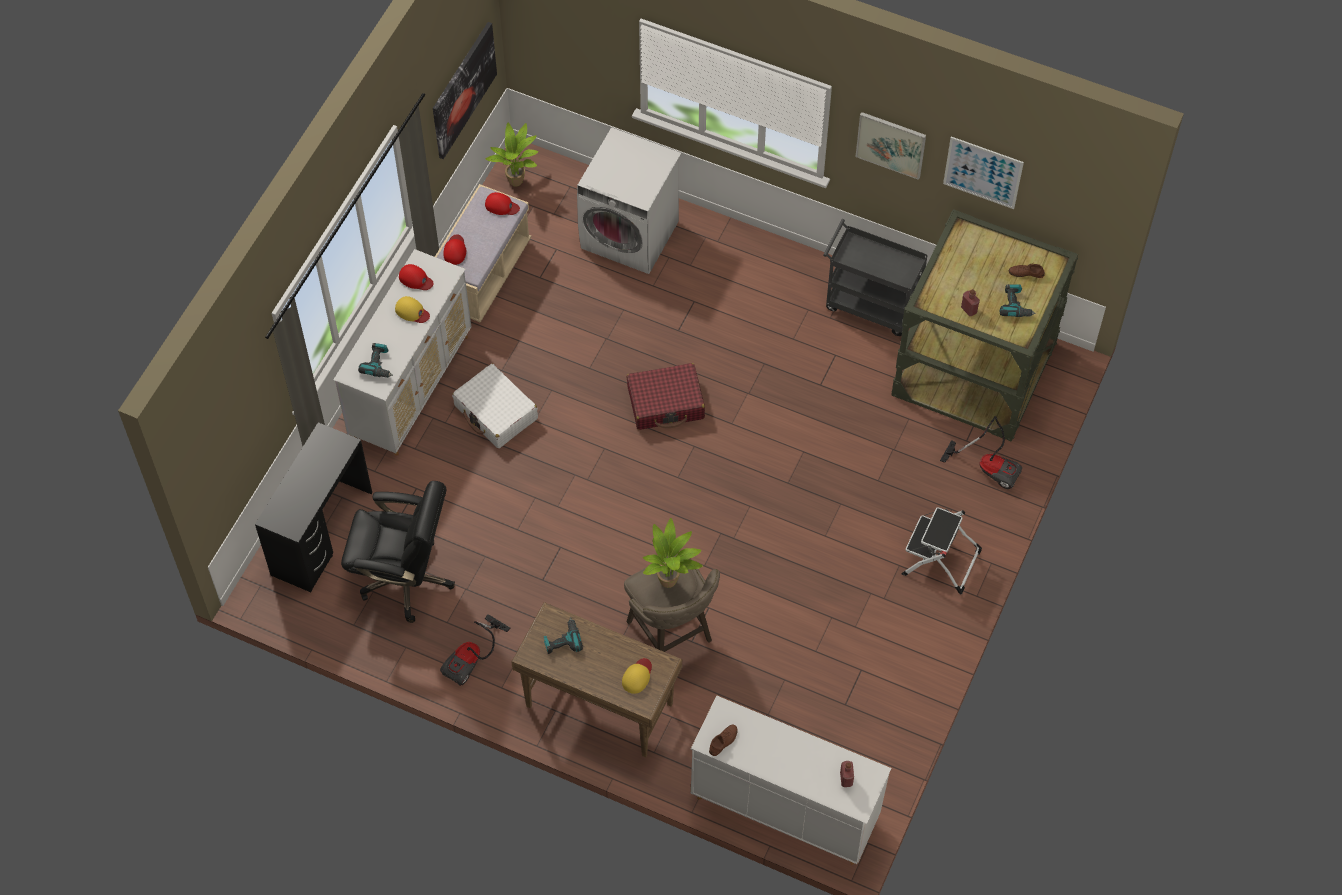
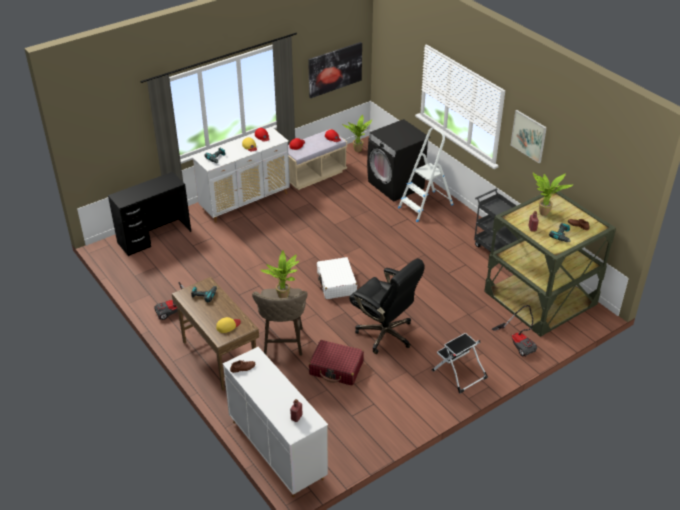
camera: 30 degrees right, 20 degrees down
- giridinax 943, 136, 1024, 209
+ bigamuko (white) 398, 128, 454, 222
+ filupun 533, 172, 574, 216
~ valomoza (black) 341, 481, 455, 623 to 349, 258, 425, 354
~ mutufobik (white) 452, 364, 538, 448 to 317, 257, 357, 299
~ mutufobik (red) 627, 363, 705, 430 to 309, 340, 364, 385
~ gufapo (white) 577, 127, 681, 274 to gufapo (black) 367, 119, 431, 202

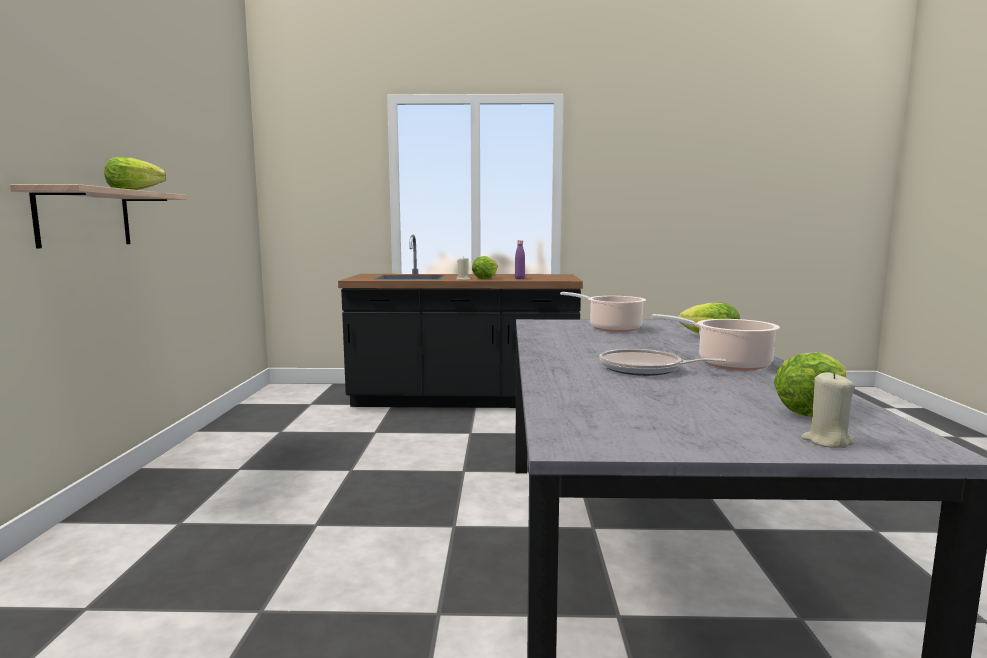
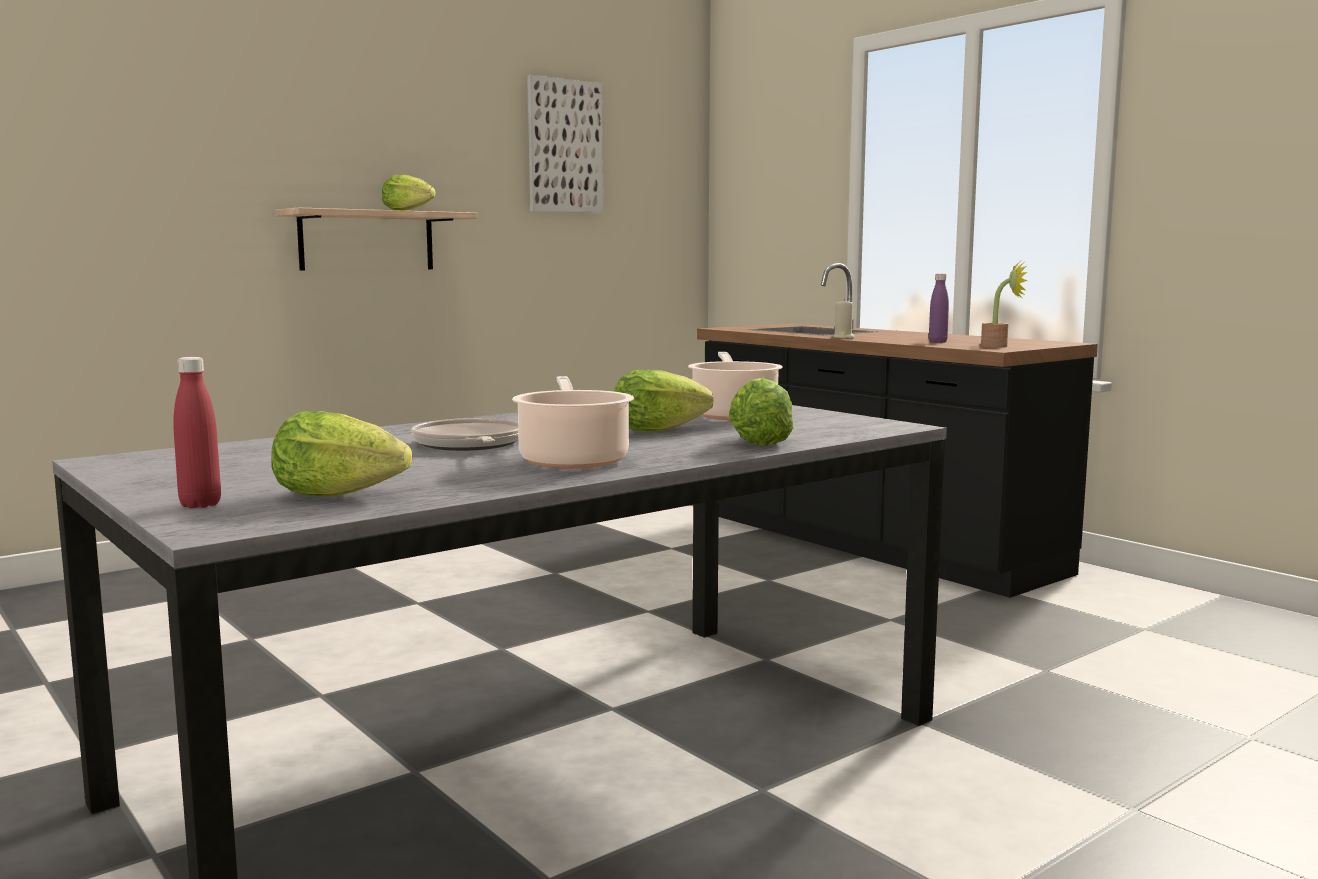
camera: 50 degrees right, 0 degrees up
+ giridinax 527, 75, 603, 213
+ filupun 981, 262, 1027, 347
~ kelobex 472, 256, 498, 279 to 614, 369, 714, 431
~ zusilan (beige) 801, 372, 855, 448 to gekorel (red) 173, 357, 221, 508

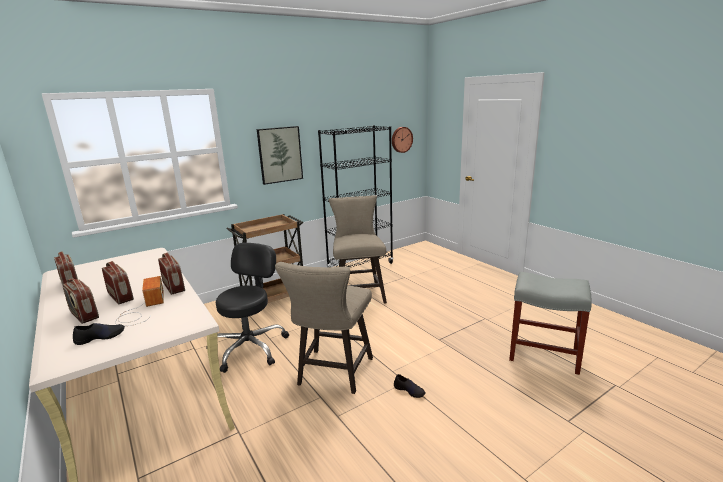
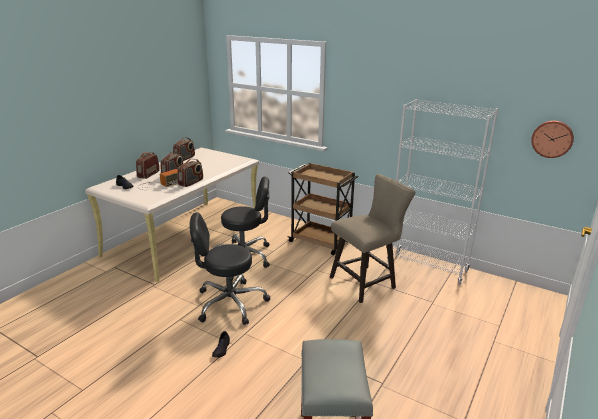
camera: 65 degrees right, 5 degrees up
- giridinax 257, 126, 303, 185
~ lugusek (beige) 275, 262, 373, 394 to valomoza (black) 189, 212, 270, 325
~ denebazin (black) 318, 125, 393, 268 to denebazin (white) 387, 99, 498, 285

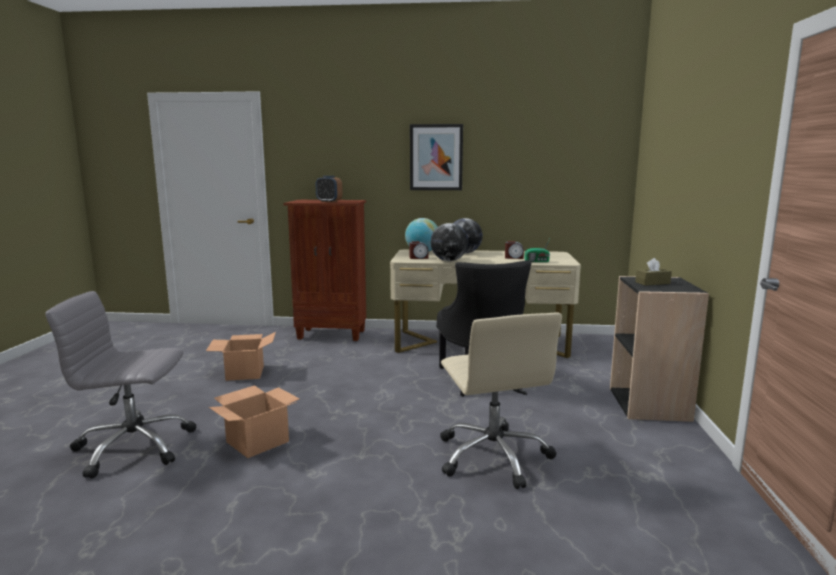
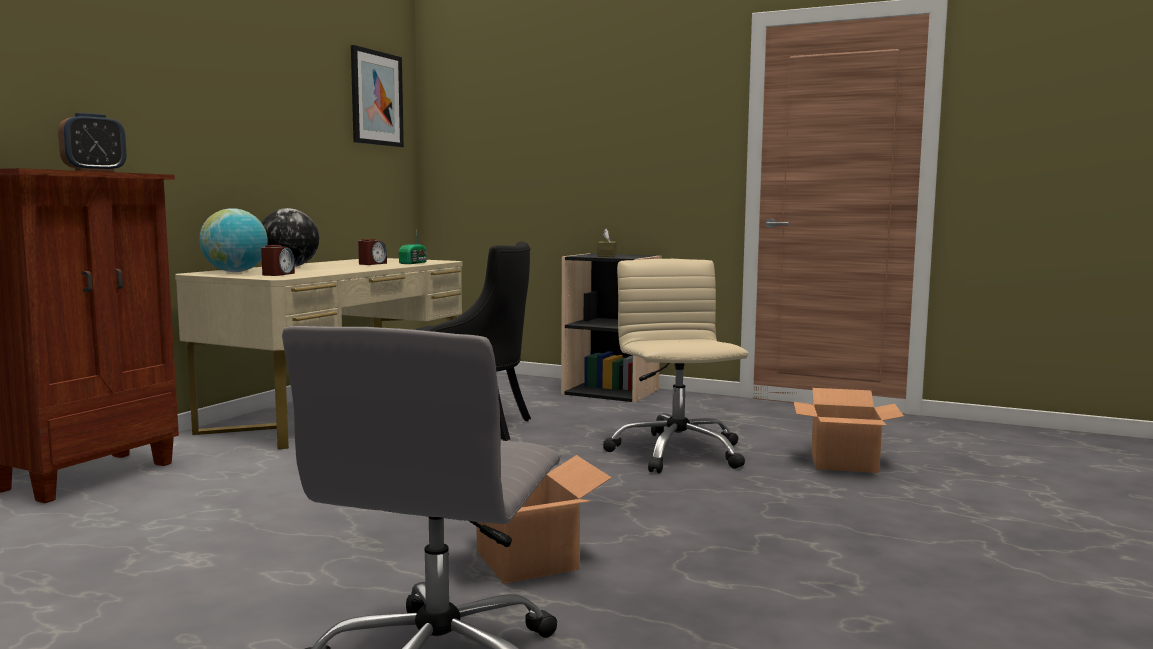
camera: 70 degrees left, 5 degrees down
- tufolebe 431, 223, 468, 261
~ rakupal 206, 332, 276, 381 to 794, 388, 904, 473
~ giridinax 410, 124, 463, 190 to 351, 45, 404, 147
~ valomoza (beige) 440, 313, 562, 489 = 603, 259, 748, 473 105 degrees counterclockwise

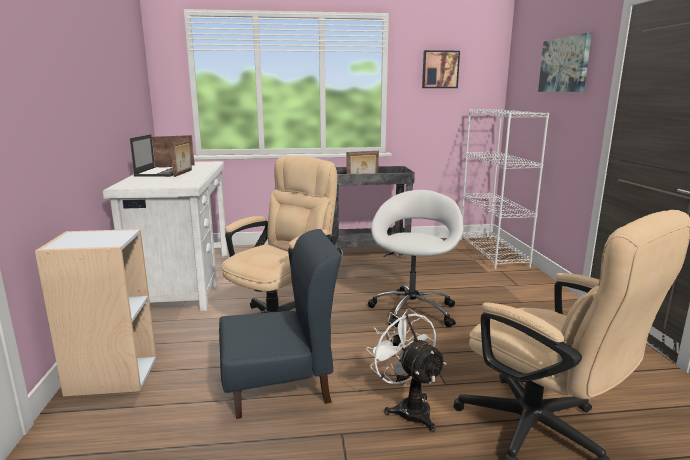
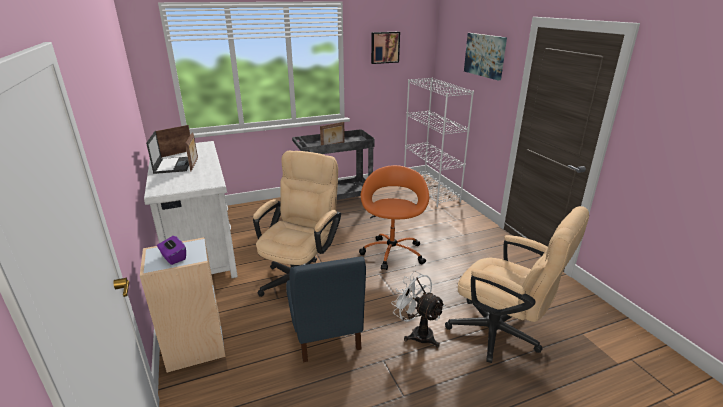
camera: 15 degrees left, 10 degrees up
+ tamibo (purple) 157, 236, 186, 265
~ valomoza (white) 368, 190, 464, 327 to valomoza (orange) 359, 165, 429, 270
~ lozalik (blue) 219, 229, 341, 419 = 286, 256, 366, 363 105 degrees clockwise

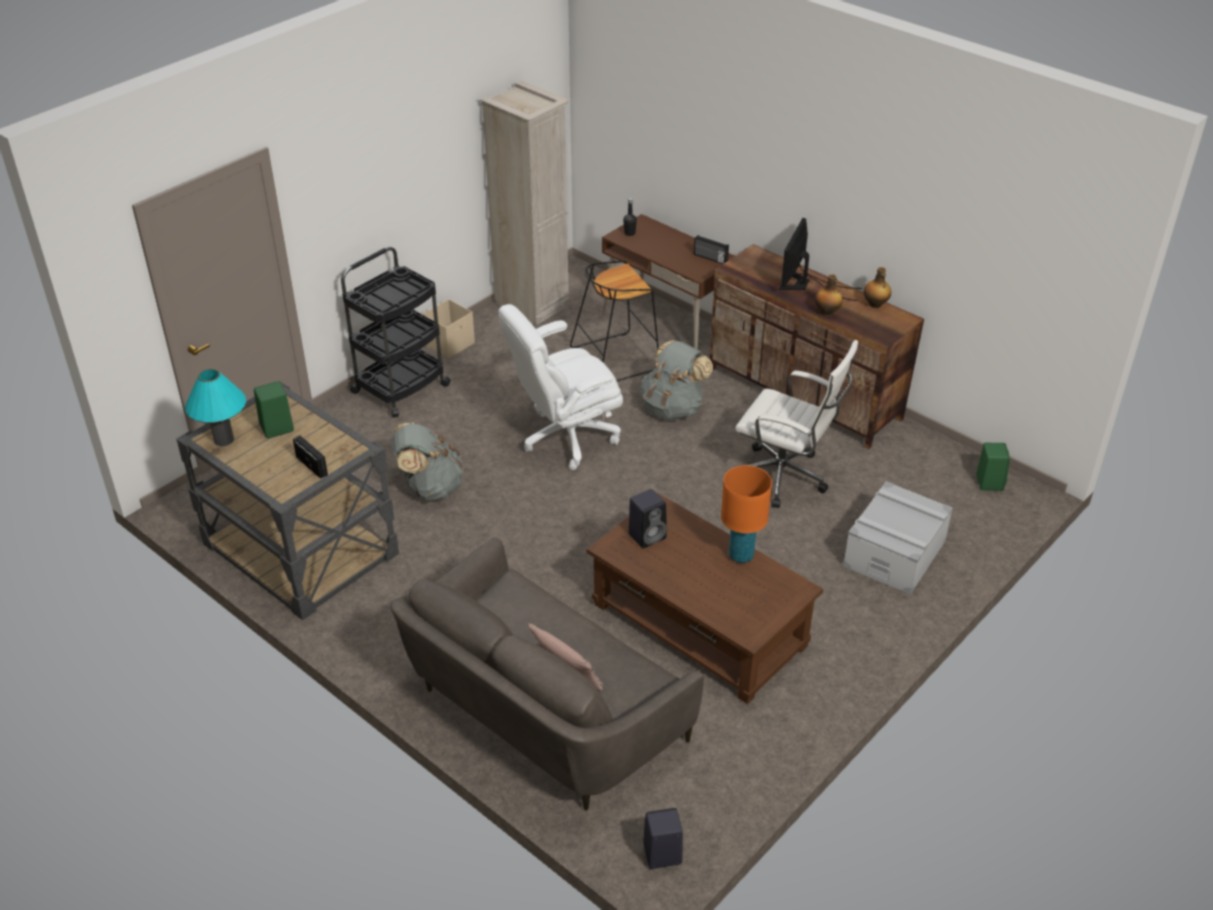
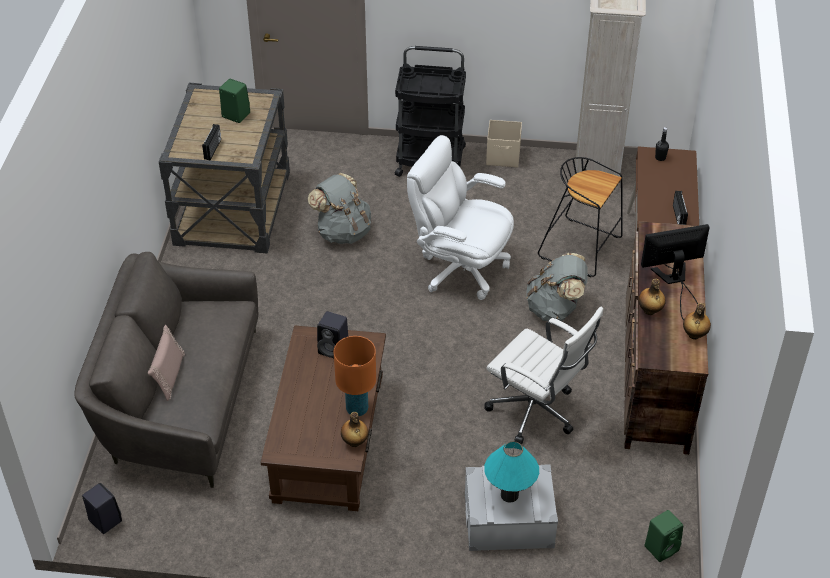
camera: 55 degrees right, 5 degrees up
+ gekorel 341, 412, 368, 447
~ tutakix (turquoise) 185, 369, 246, 446 to 484, 441, 539, 503
~ valomoza (white) 735, 340, 858, 508 = 485, 307, 603, 444 45 degrees counterclockwise

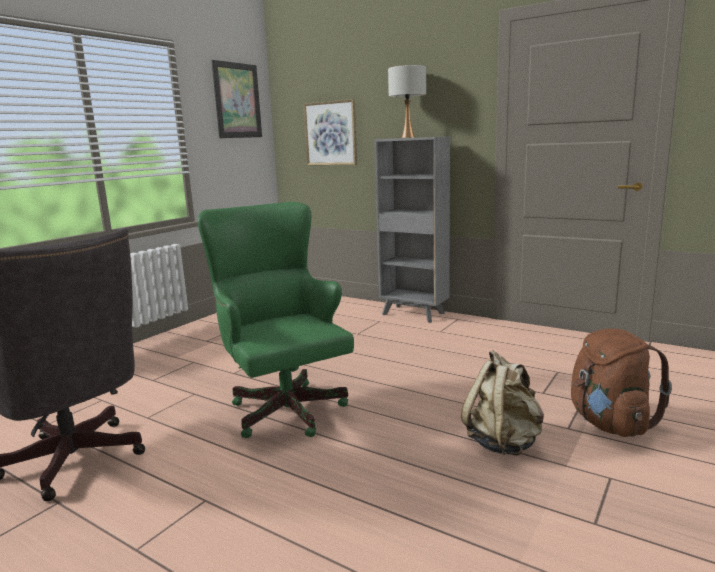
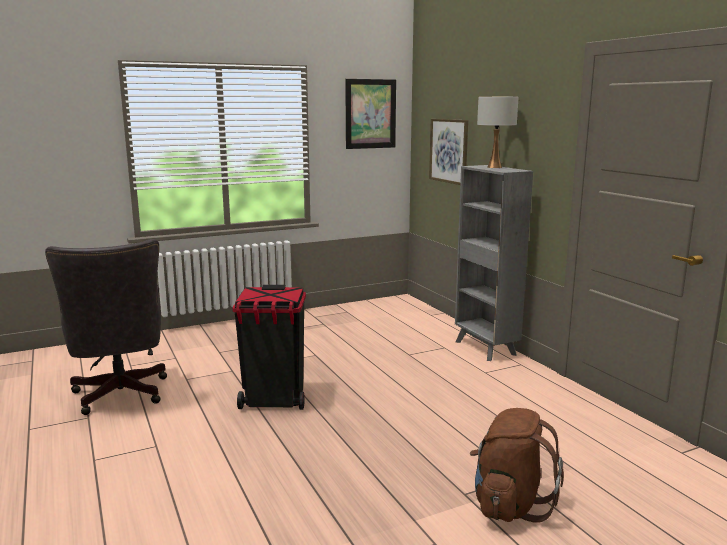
camera: 30 degrees right, 0 degrees up
- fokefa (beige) 461, 350, 544, 456
~ valomoza (green) 197, 202, 354, 438 to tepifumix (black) 232, 285, 306, 410

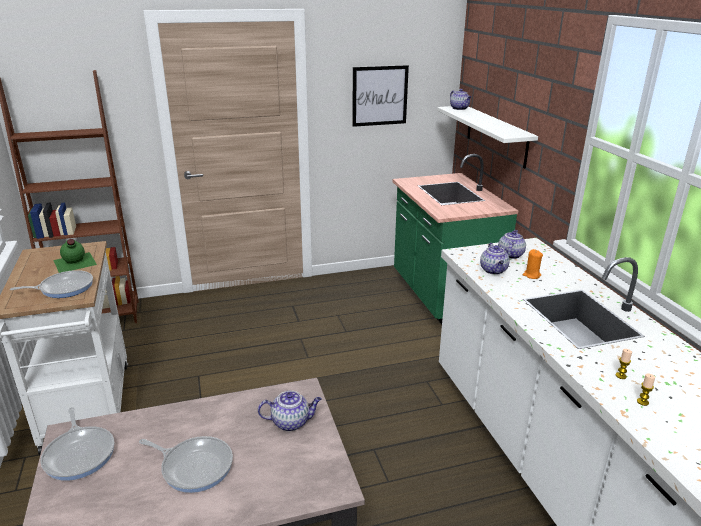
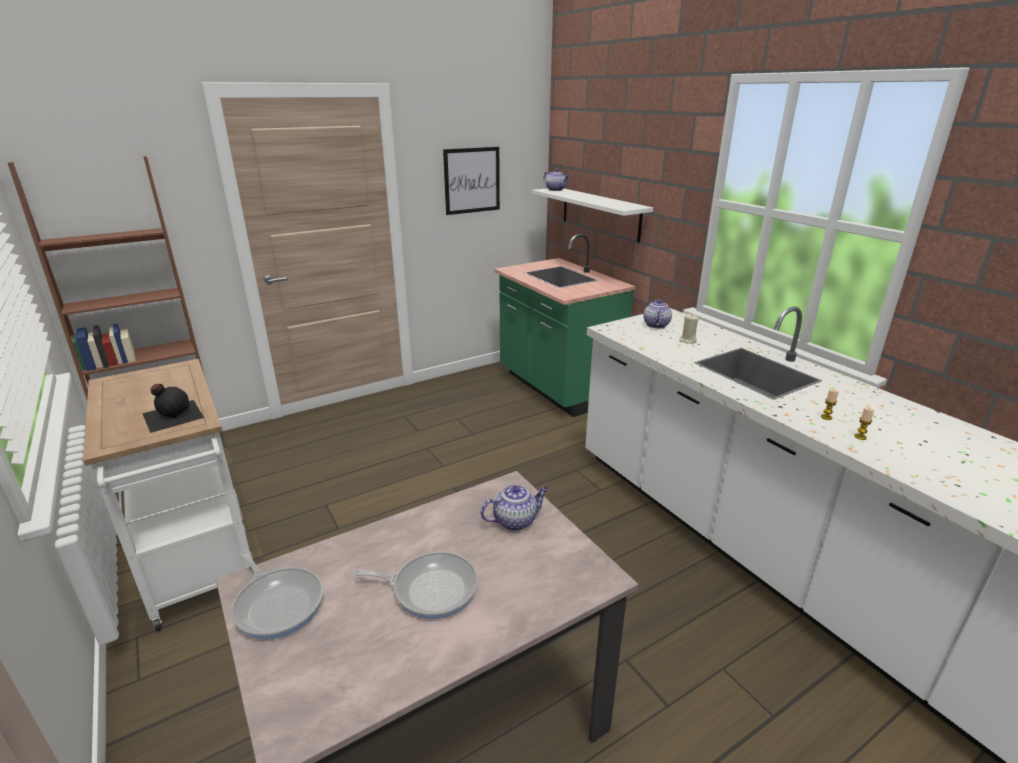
camera: 15 degrees left, 0 degrees up
- gekorel (green) 53, 239, 97, 273
- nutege 480, 243, 510, 275
~ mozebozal 10, 270, 93, 298 to gekorel (black) 142, 384, 204, 433
~ zusilan (orange) 523, 249, 543, 279 to zusilan (beige) 679, 314, 699, 344

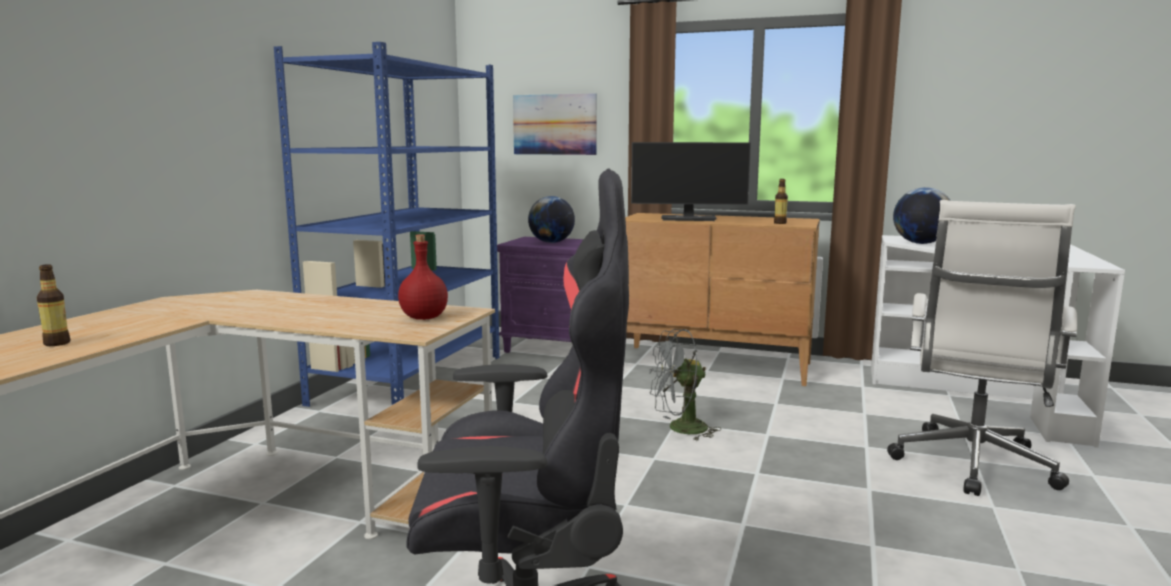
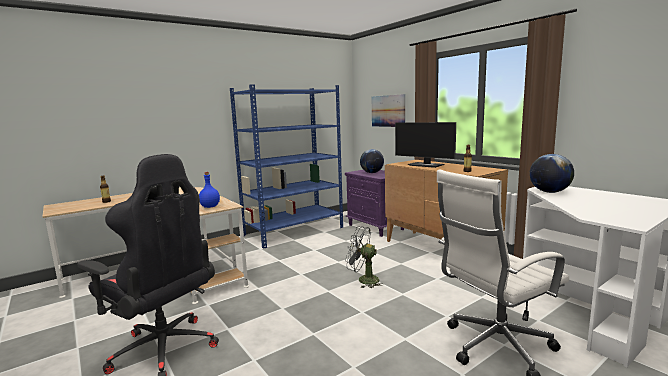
camera: 35 degrees right, 0 degrees up
~ gekorel (red) 398, 234, 448, 320 to gekorel (blue) 199, 172, 220, 208

